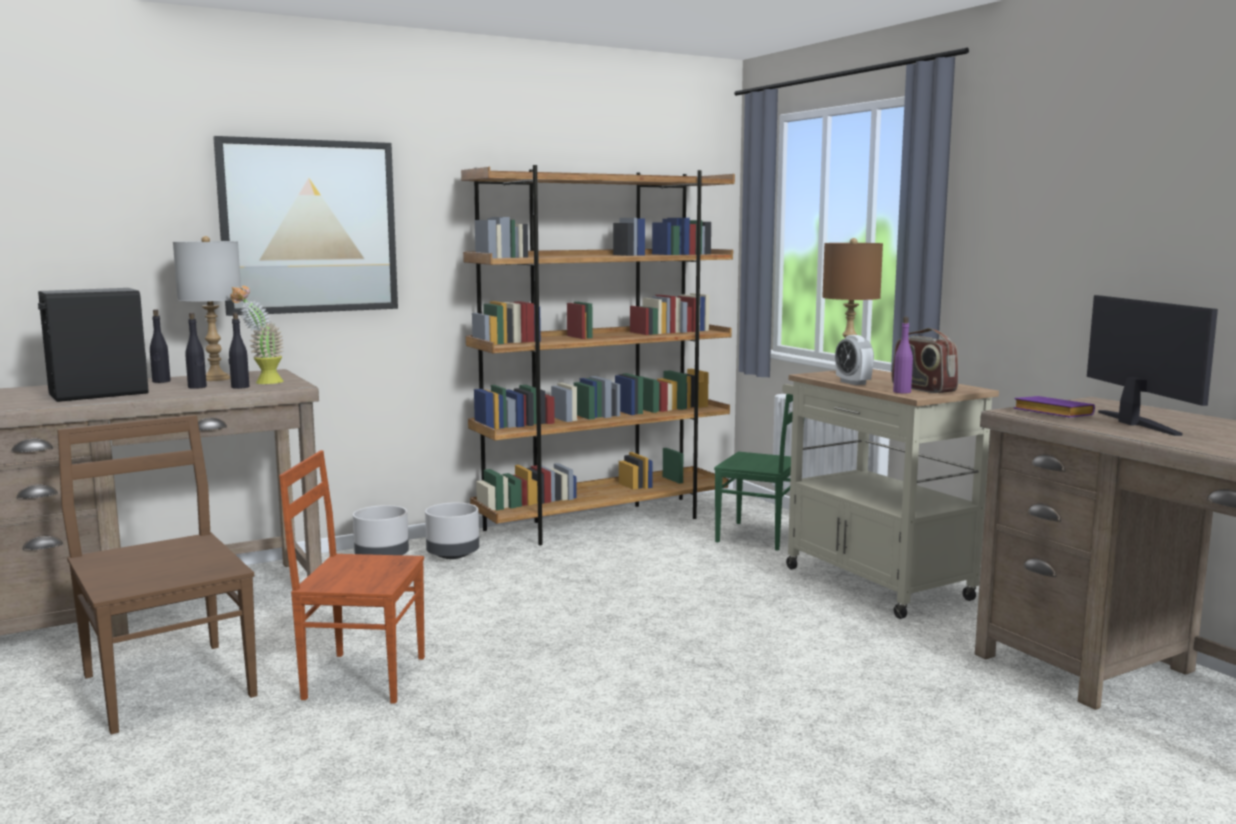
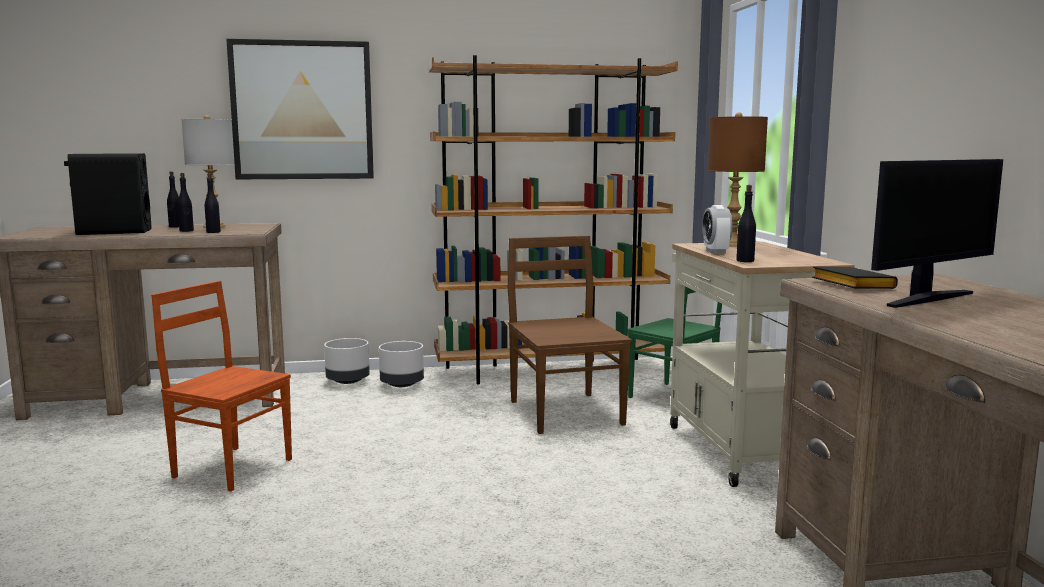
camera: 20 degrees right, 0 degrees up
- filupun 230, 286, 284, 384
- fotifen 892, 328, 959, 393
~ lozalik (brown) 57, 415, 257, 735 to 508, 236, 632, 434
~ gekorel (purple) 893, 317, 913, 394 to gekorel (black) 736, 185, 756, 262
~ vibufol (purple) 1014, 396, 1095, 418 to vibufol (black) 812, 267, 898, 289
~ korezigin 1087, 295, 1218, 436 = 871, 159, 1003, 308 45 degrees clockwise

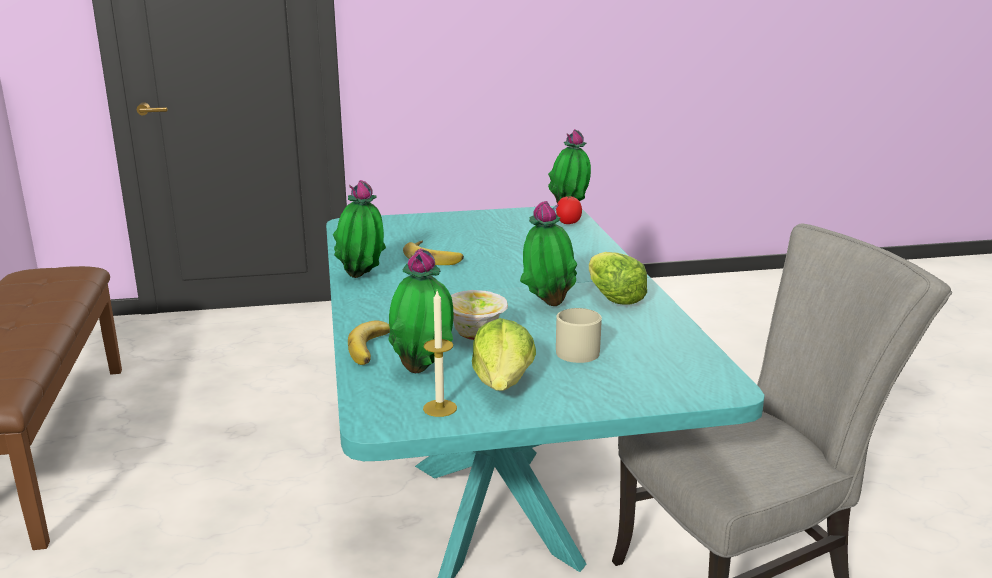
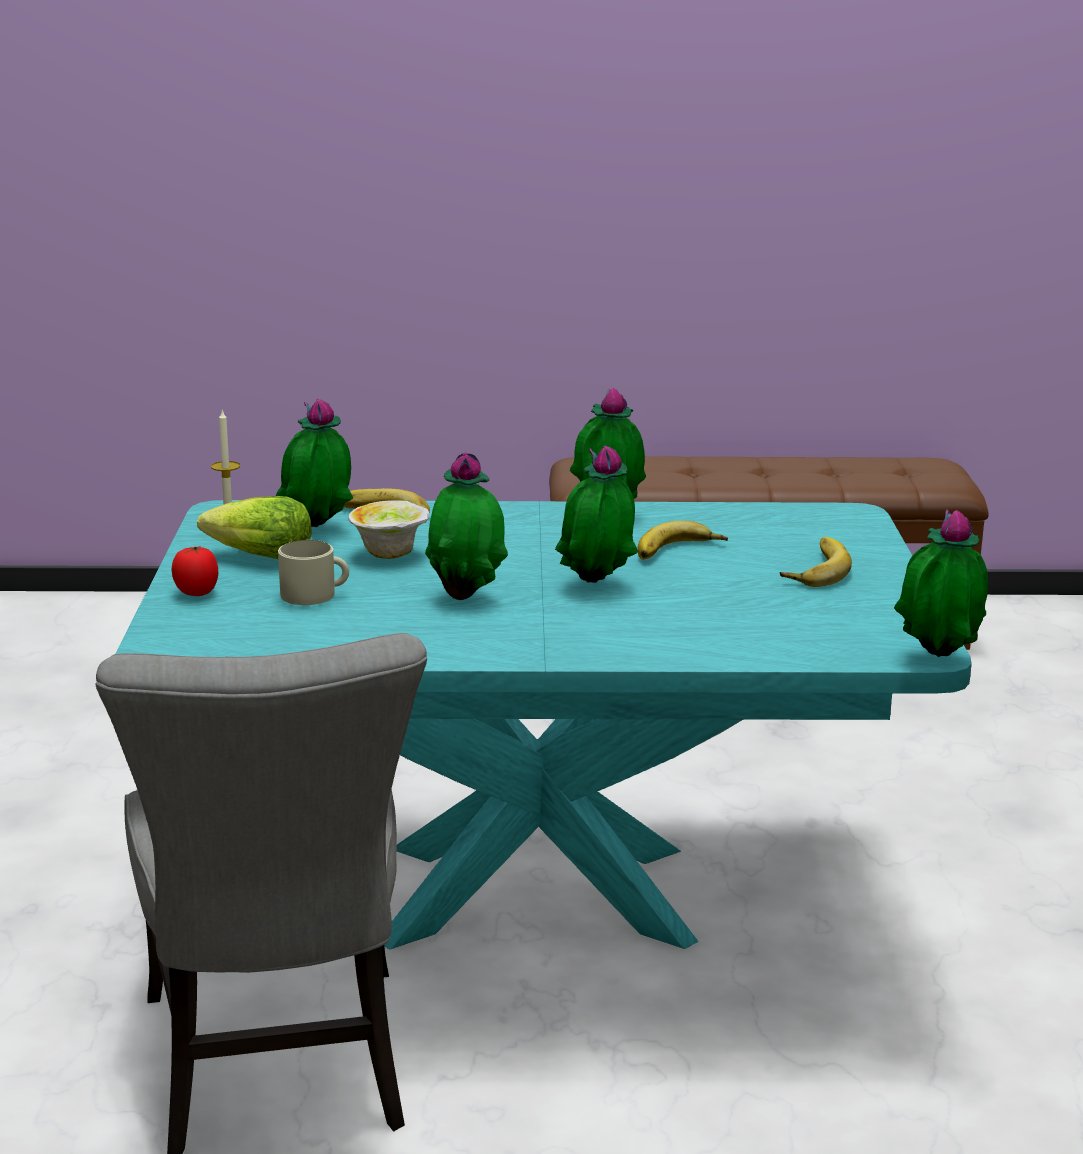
camera: 100 degrees right, 0 degrees up
- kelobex 589, 252, 647, 305
+ filupun 555, 446, 638, 583
+ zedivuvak 780, 537, 852, 587
~ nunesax 556, 196, 582, 224 to 172, 546, 218, 596

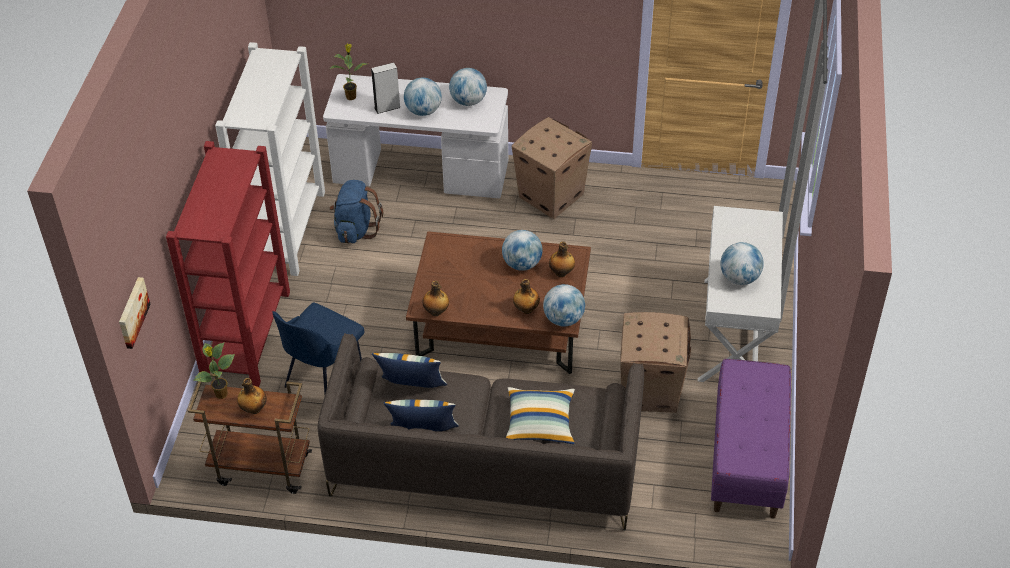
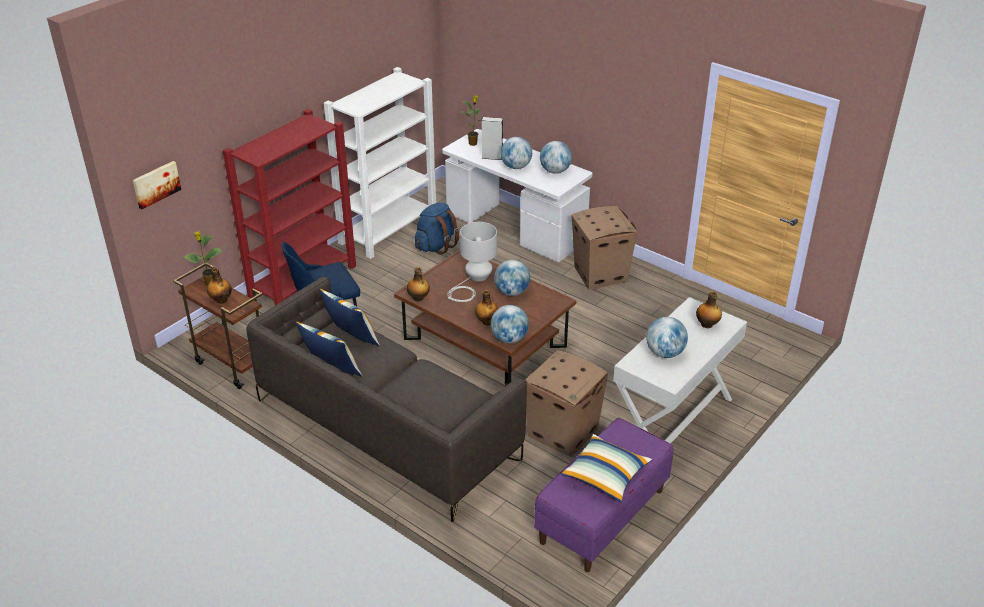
camera: 30 degrees right, 10 degrees down
+ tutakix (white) 447, 222, 497, 302
~ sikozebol 506, 387, 575, 444 to 561, 434, 652, 502
~ gekorel 549, 242, 575, 277 to 696, 291, 722, 328

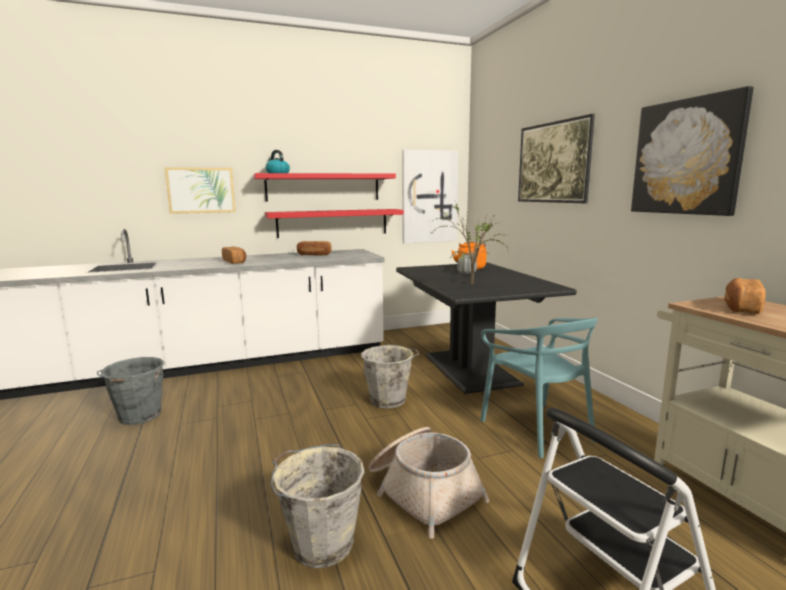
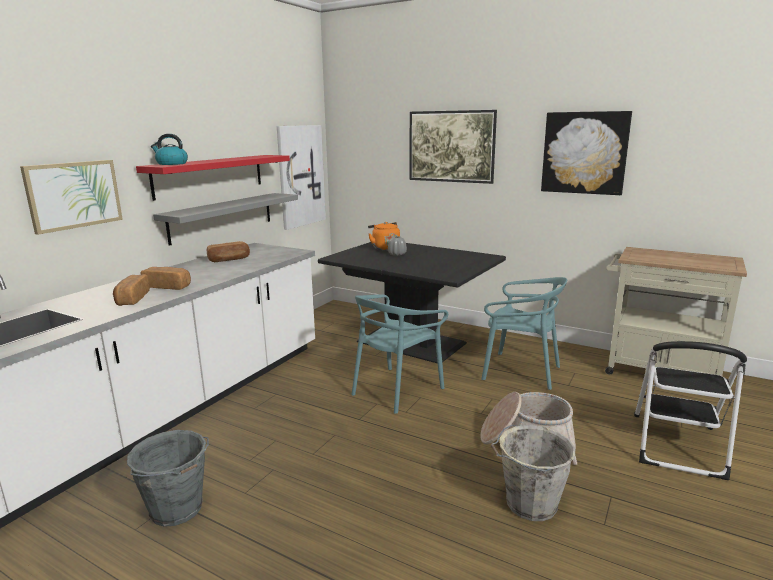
camera: 40 degrees left, 5 degrees up
- filupun 429, 204, 508, 285
~ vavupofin 724, 278, 766, 314 to 113, 274, 150, 306
~ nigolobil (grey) 361, 344, 420, 408 to lozalik (turquoise) 352, 294, 448, 414
~ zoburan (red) 265, 209, 404, 238 to zoburan (grey) 153, 193, 298, 246

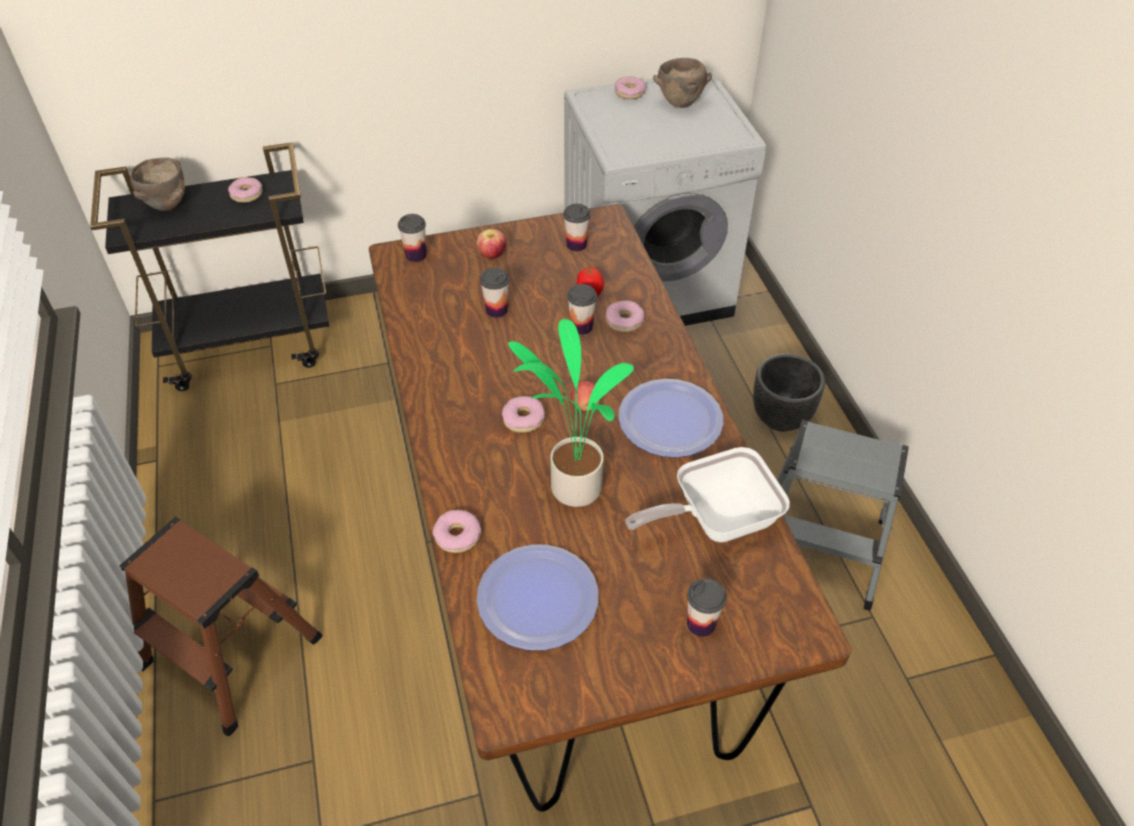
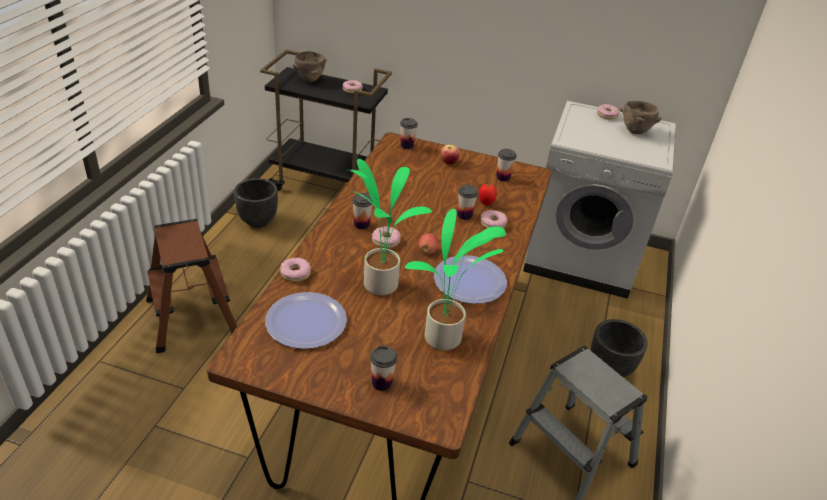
camera: 30 degrees right, 10 degrees down
+ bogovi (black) 234, 178, 278, 228
~ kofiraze 480, 268, 509, 318 to 352, 193, 372, 229
~ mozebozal 625, 447, 790, 542 to filupun 405, 209, 506, 350

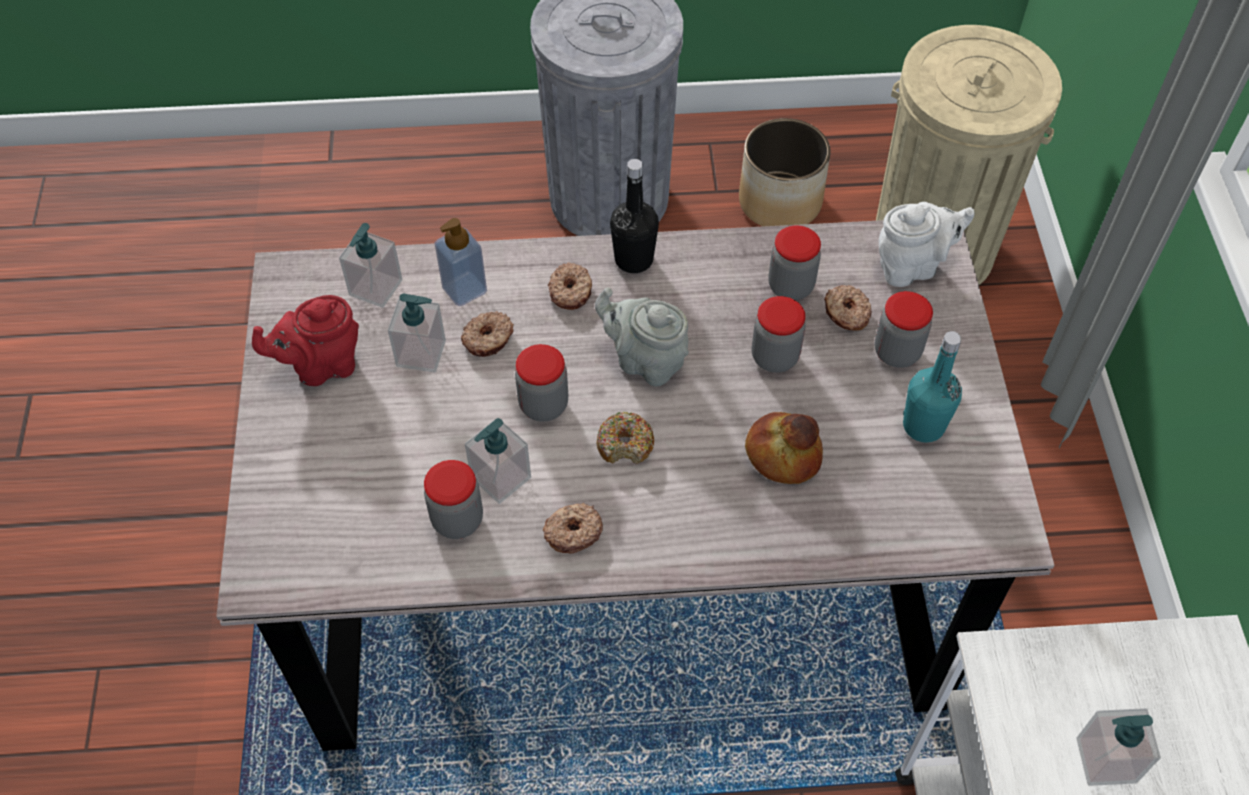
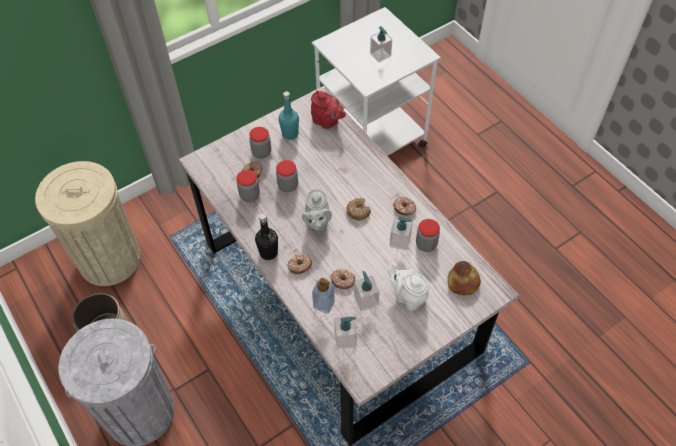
camera: 120 degrees left, 0 degrees up
- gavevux 515, 344, 568, 422
~ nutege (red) 252, 295, 359, 386 to 311, 91, 346, 129
~ vavupofin 745, 412, 823, 484 to 447, 261, 481, 295
~ nutege (white) 879, 202, 975, 287 to 388, 263, 429, 311

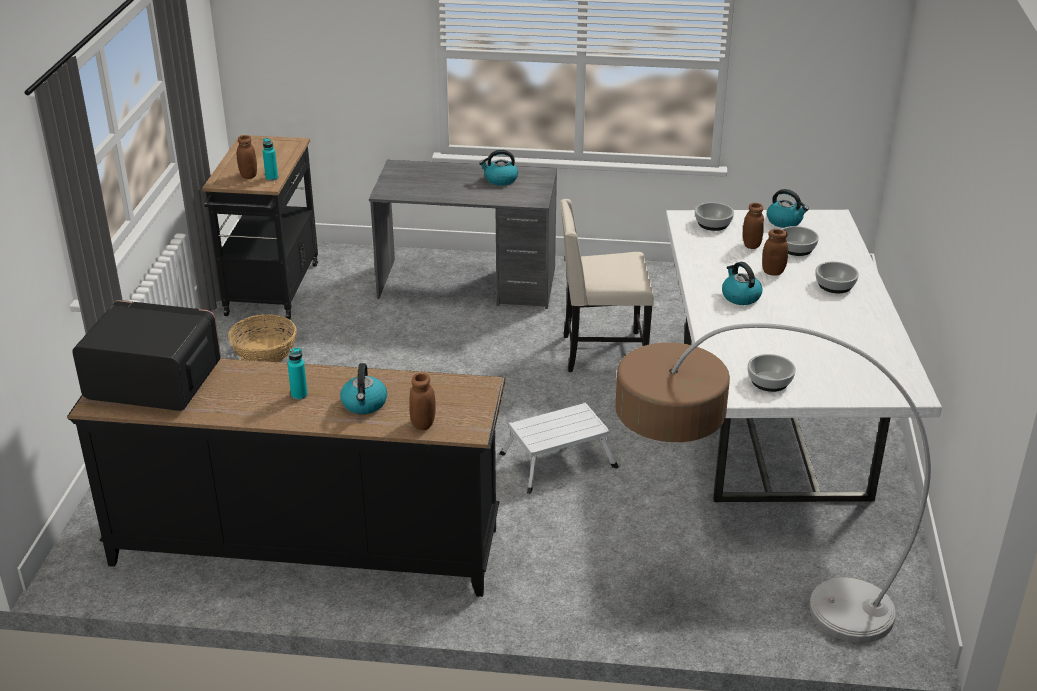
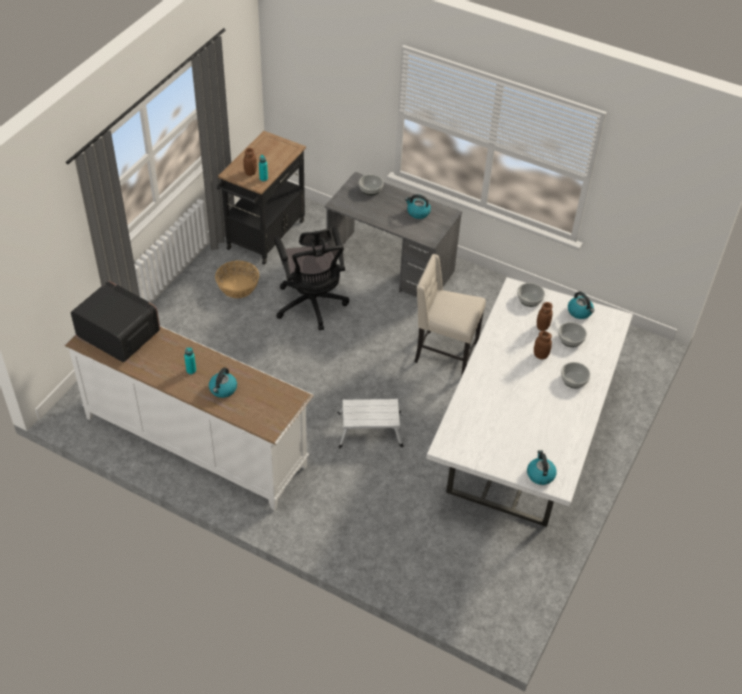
camera: 20 degrees right, 15 degrees up
- gavevux (brown) 409, 372, 436, 430
- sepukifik 615, 323, 931, 643
+ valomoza 274, 226, 349, 331
~ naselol 722, 262, 762, 305 to 527, 450, 557, 485
~ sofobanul 748, 354, 796, 392 to 359, 174, 384, 195
~ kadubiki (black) 67, 358, 506, 597 to kadubiki (white) 64, 326, 314, 511

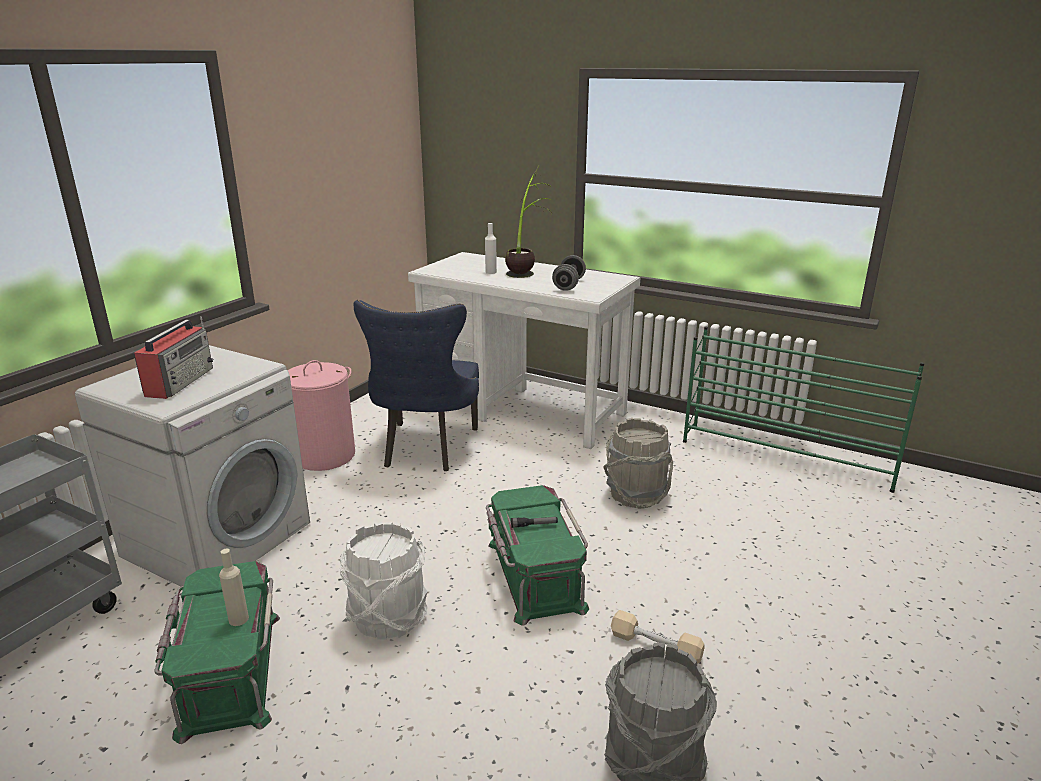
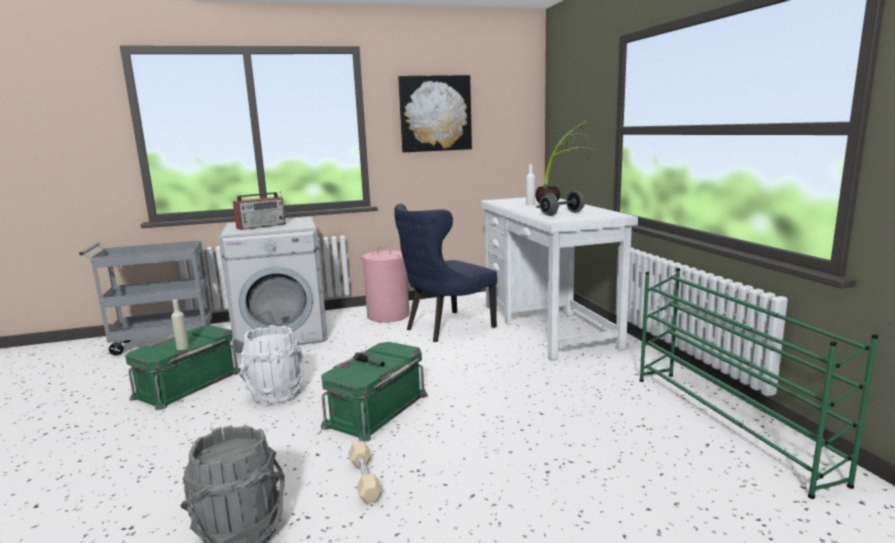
camera: 45 degrees right, 10 degrees down
- nigolobil (grey) 603, 418, 673, 509
+ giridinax 398, 75, 472, 152

